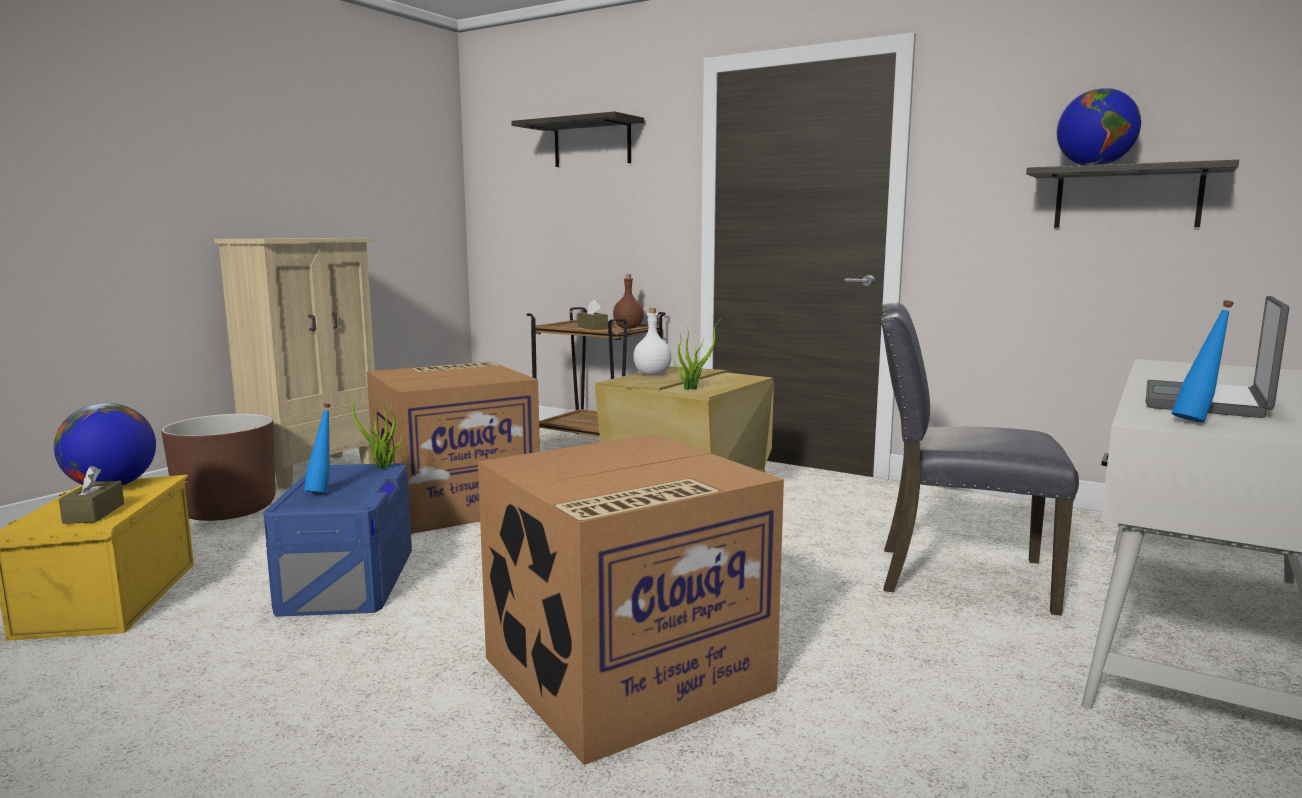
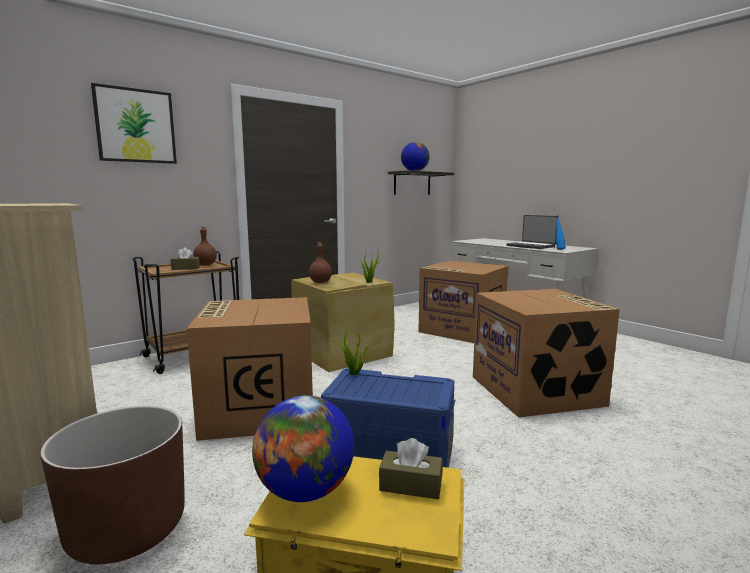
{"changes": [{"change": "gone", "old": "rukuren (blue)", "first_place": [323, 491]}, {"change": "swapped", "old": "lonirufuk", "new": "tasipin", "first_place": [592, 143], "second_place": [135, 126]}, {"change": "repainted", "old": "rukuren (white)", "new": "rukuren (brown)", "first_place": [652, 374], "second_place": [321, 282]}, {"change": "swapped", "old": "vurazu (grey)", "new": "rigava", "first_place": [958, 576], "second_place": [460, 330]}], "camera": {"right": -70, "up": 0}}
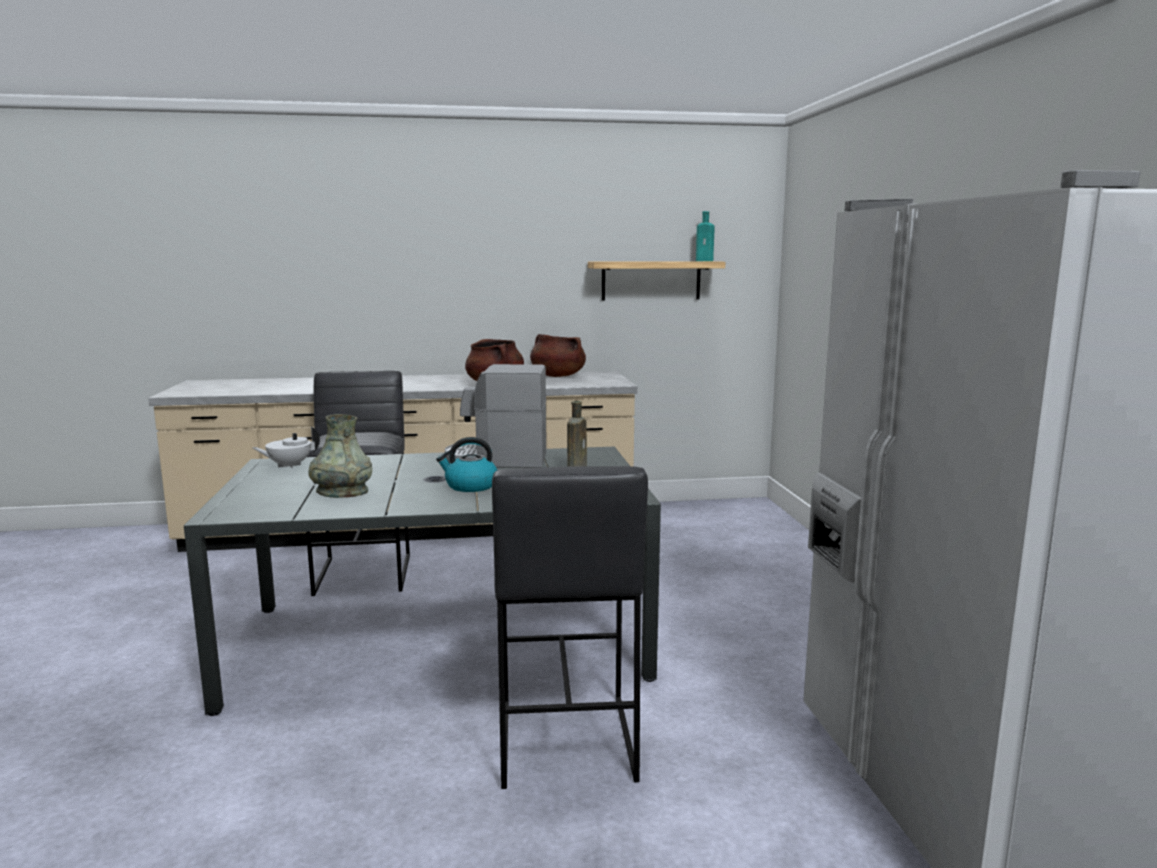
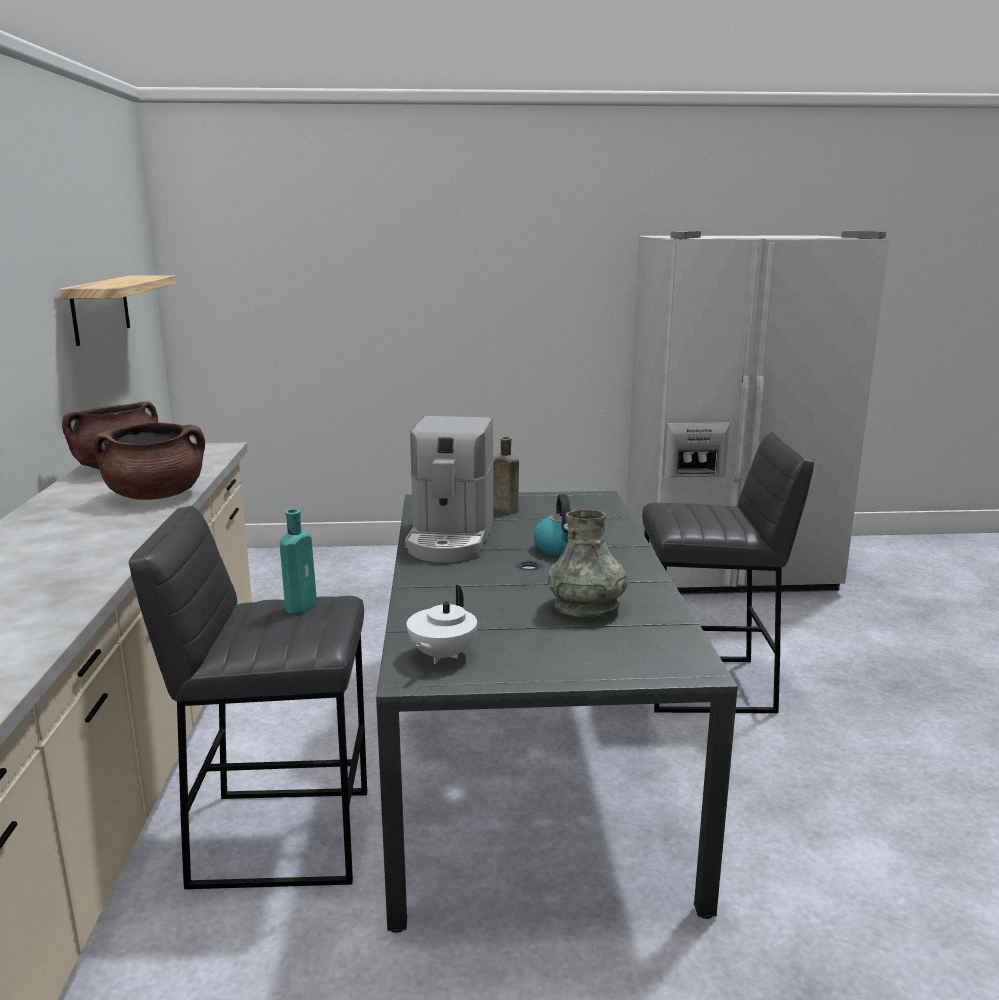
{"changes": [{"change": "rotated", "old": "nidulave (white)", "first_place": [289, 466], "second_place": [441, 655], "degrees": 45}, {"change": "shifted", "old": "rukuren (turquoise)", "first_place": [705, 261], "second_place": [302, 605]}], "camera": {"right": -85, "up": 5}}
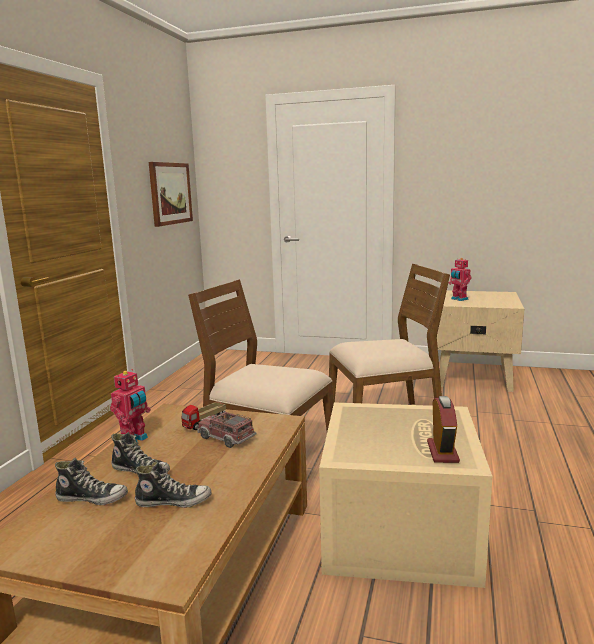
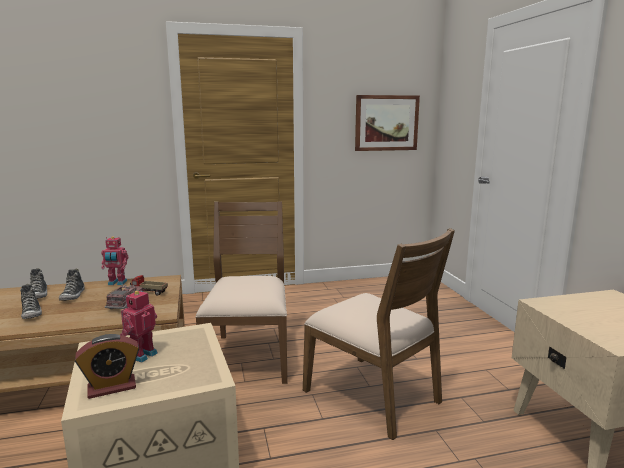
{"changes": [{"change": "shifted", "old": "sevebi", "first_place": [458, 299], "second_place": [141, 355]}], "camera": {"right": 60, "up": 0}}
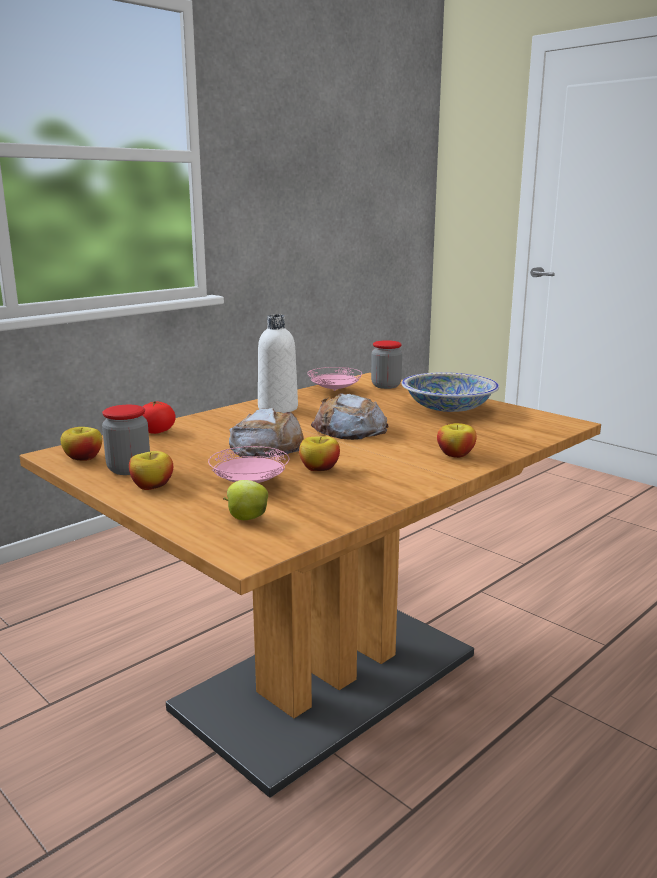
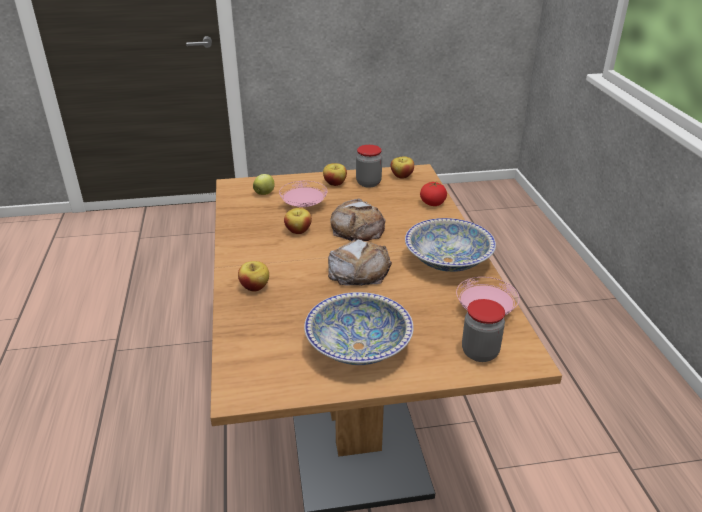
{"changes": [{"change": "swapped", "old": "rukuren (white)", "new": "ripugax", "first_place": [278, 408], "second_place": [448, 261]}], "camera": {"right": 125, "up": 15}}
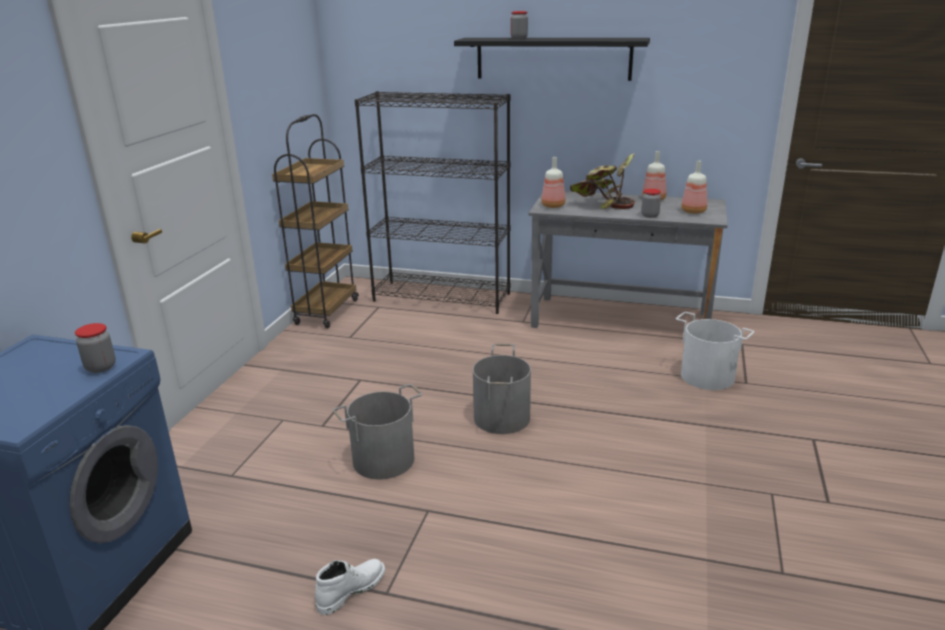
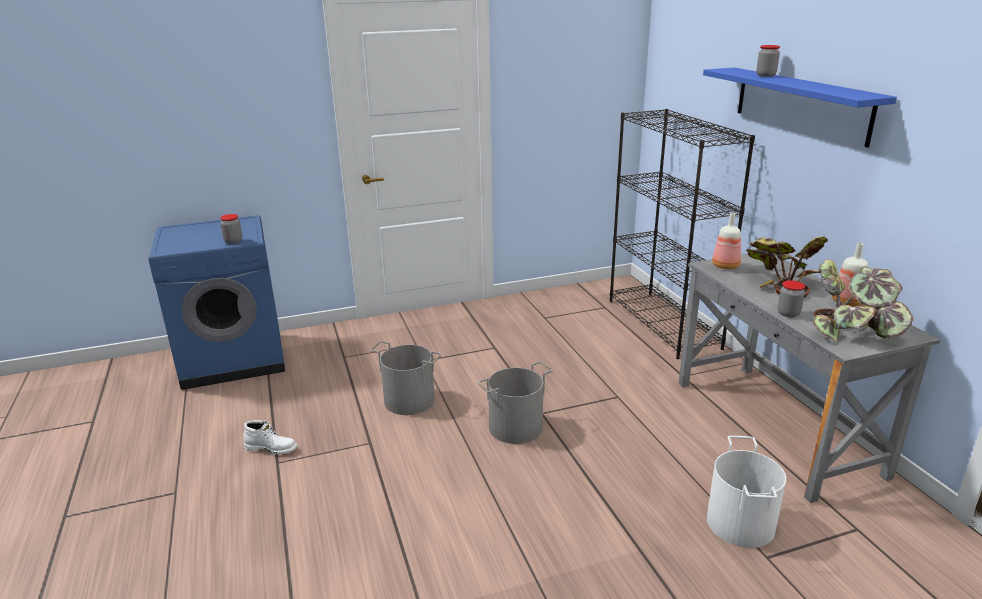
{"changes": [{"change": "gone", "old": "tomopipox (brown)", "first_place": [326, 313]}, {"change": "repainted", "old": "lonirufuk (black)", "new": "lonirufuk (blue)", "first_place": [553, 58], "second_place": [800, 104]}, {"change": "swapped", "old": "rukuren", "new": "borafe", "first_place": [693, 211], "second_place": [852, 331]}], "camera": {"right": 55, "up": 0}}
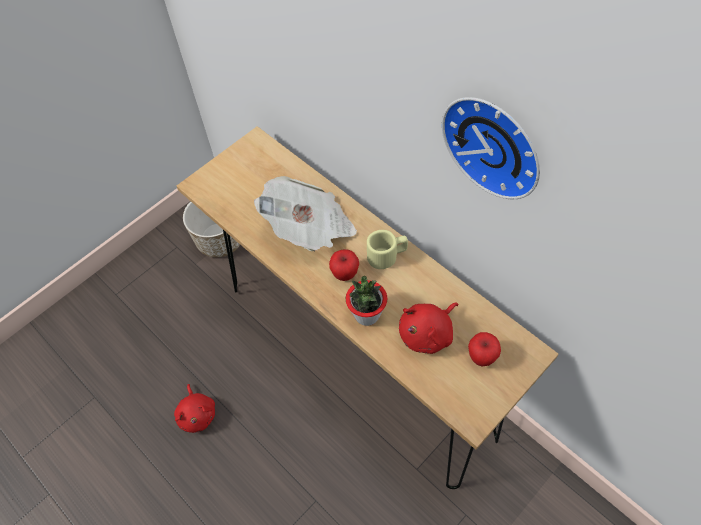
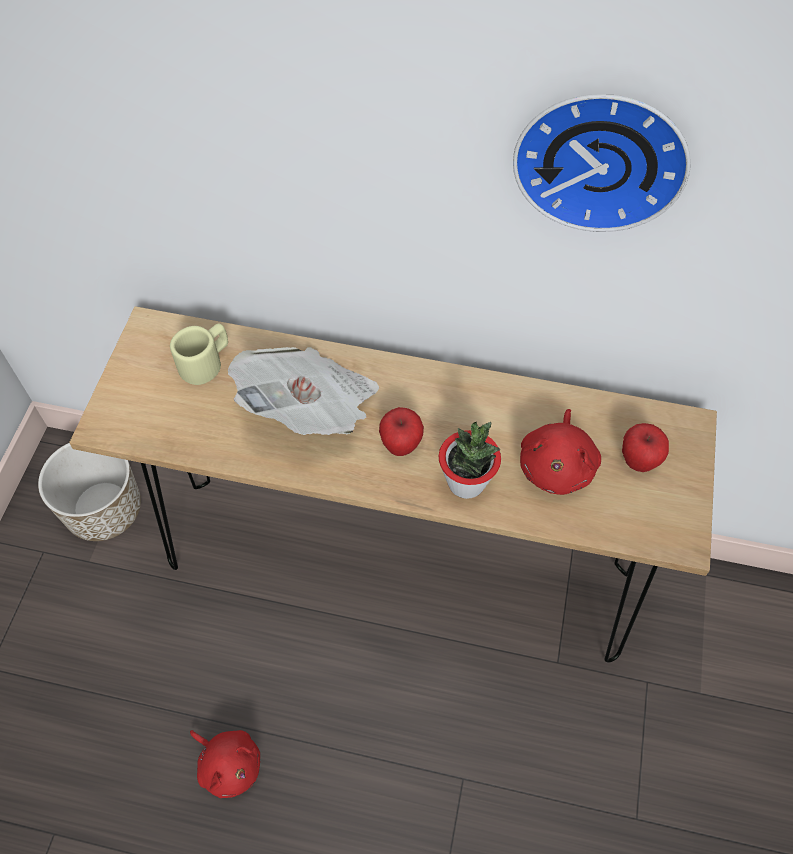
{"changes": [{"change": "shifted", "old": "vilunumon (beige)", "first_place": [387, 255], "second_place": [206, 362]}], "camera": {"right": -35, "up": 0}}
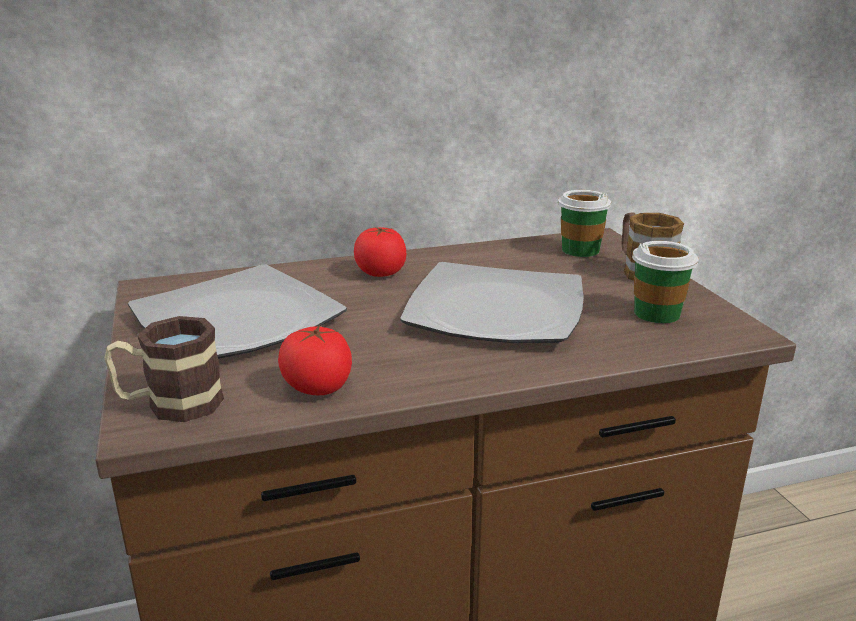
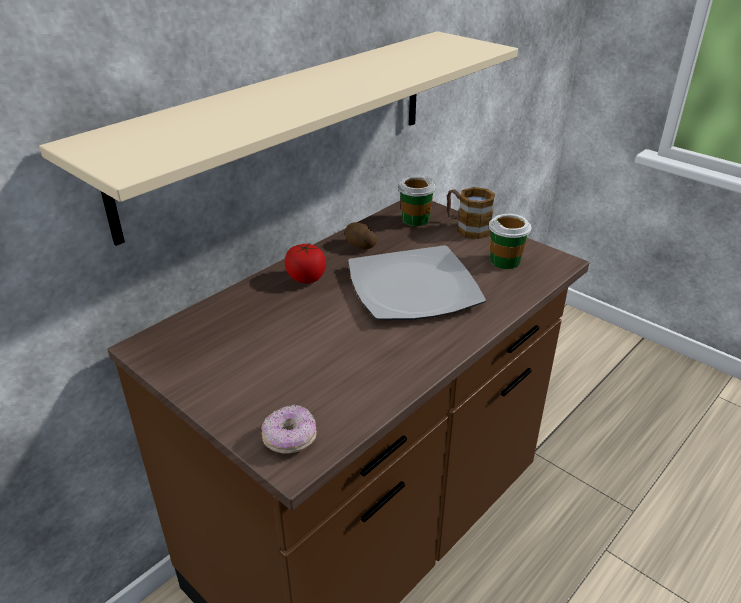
{"changes": [{"change": "swapped", "old": "vilunumon", "new": "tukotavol", "first_place": [170, 404], "second_place": [290, 439]}, {"change": "gone", "old": "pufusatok", "first_place": [237, 320]}, {"change": "gone", "old": "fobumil", "first_place": [317, 387]}, {"change": "new", "new": "lonirufuk (beige)", "second_place": [285, 126]}, {"change": "new", "new": "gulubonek", "second_place": [359, 245]}], "camera": {"right": -30, "up": 10}}
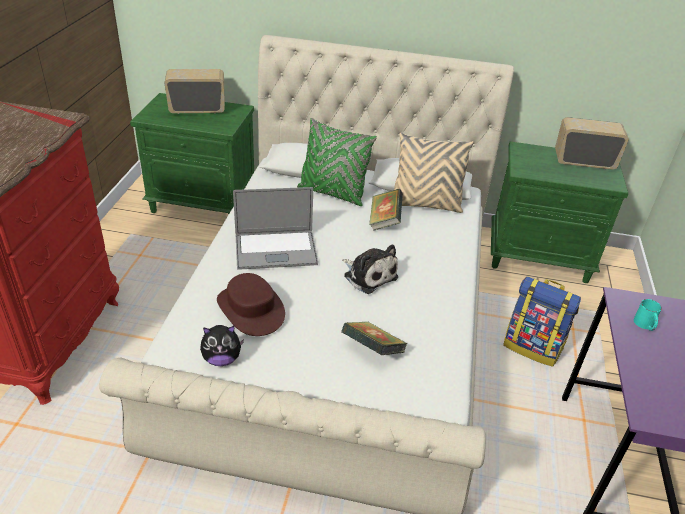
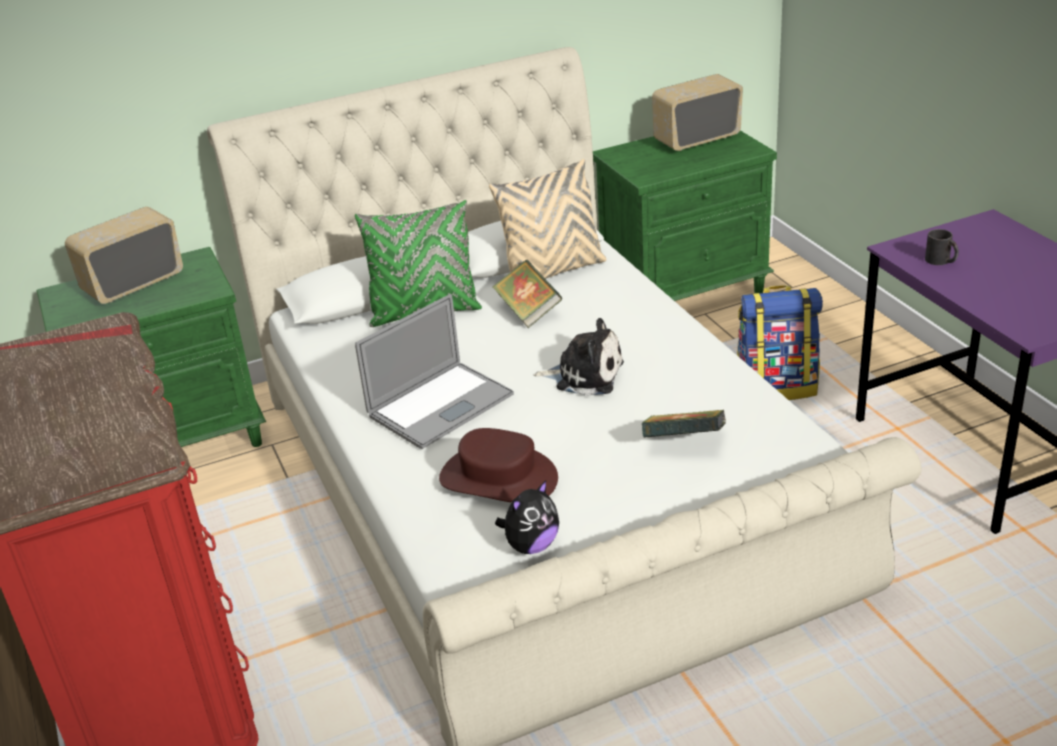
{"changes": [{"change": "repainted", "old": "vilunumon (turquoise)", "new": "vilunumon (black)", "first_place": [645, 325], "second_place": [941, 261]}], "camera": {"right": -30, "up": -5}}
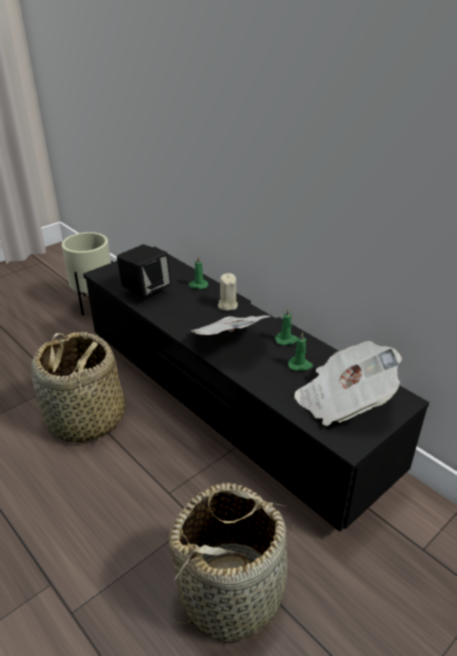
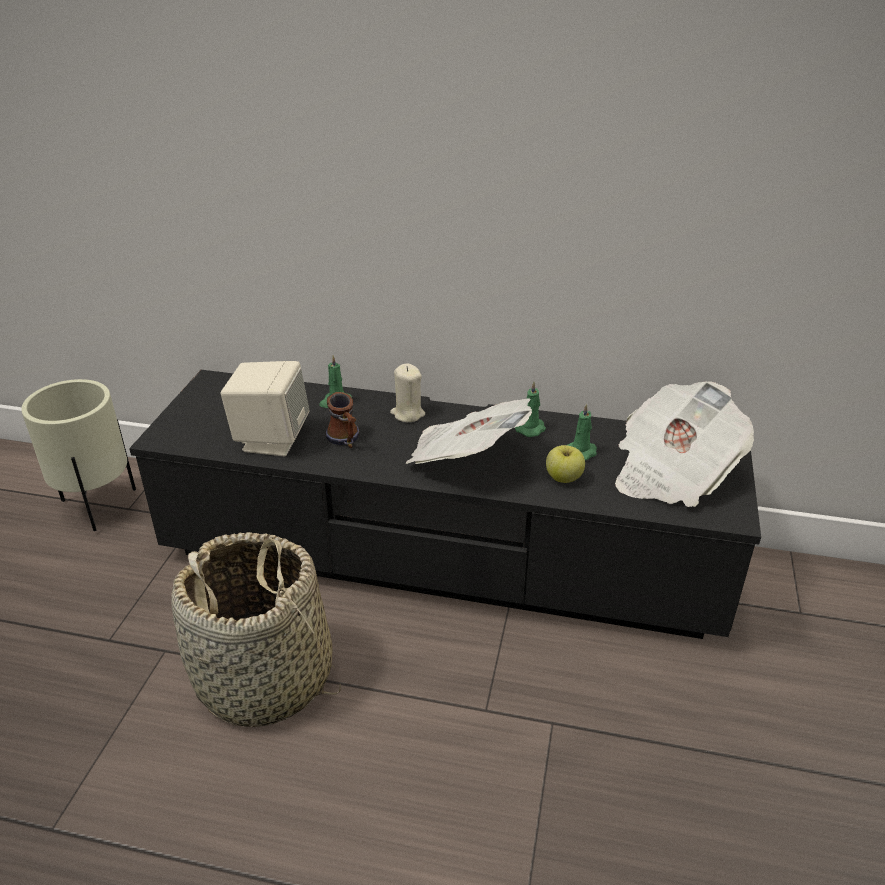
{"changes": [{"change": "repainted", "old": "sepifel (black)", "new": "sepifel (beige)", "first_place": [146, 292], "second_place": [271, 439]}, {"change": "gone", "old": "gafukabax", "first_place": [232, 591]}, {"change": "new", "new": "vilunumon", "second_place": [346, 441]}, {"change": "new", "new": "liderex", "second_place": [564, 478]}], "camera": {"right": -35, "up": 0}}
